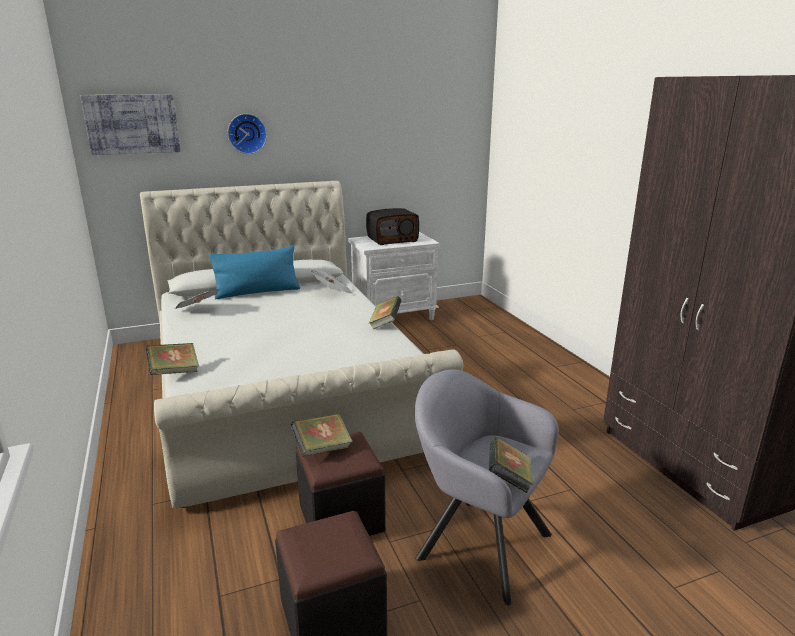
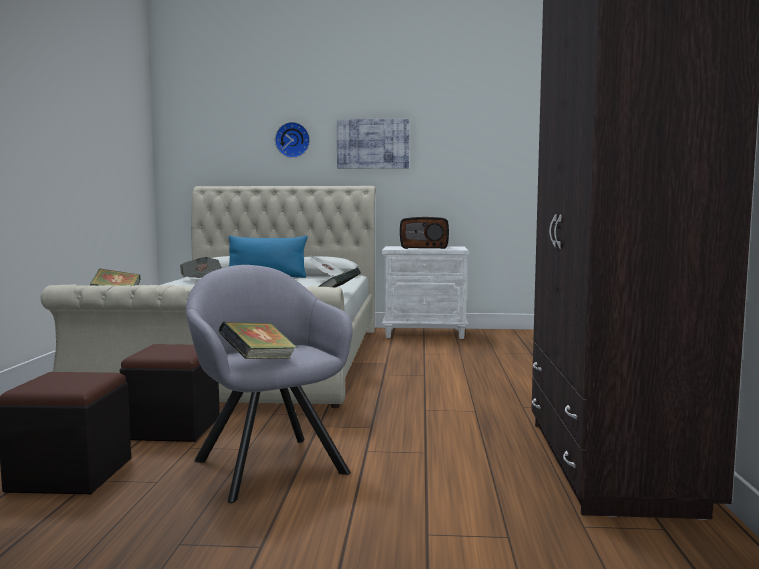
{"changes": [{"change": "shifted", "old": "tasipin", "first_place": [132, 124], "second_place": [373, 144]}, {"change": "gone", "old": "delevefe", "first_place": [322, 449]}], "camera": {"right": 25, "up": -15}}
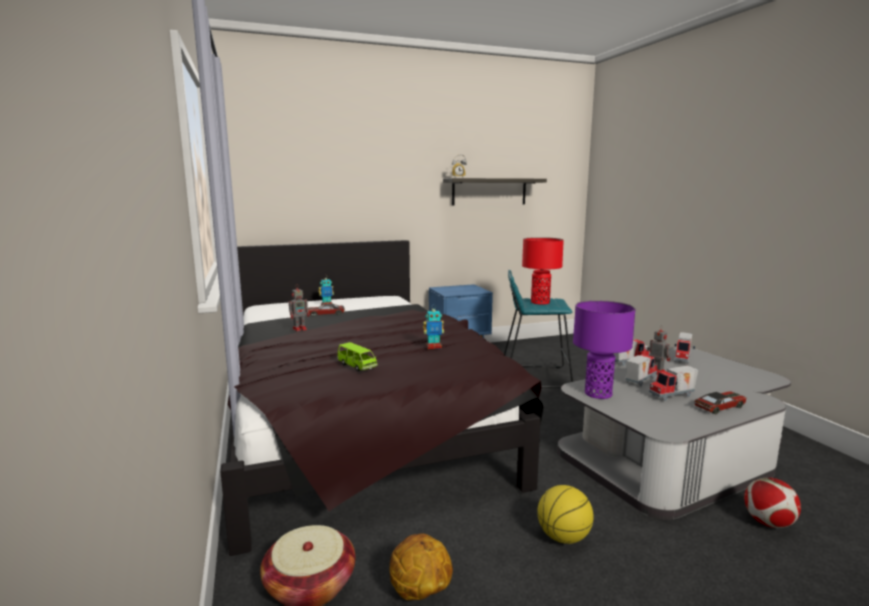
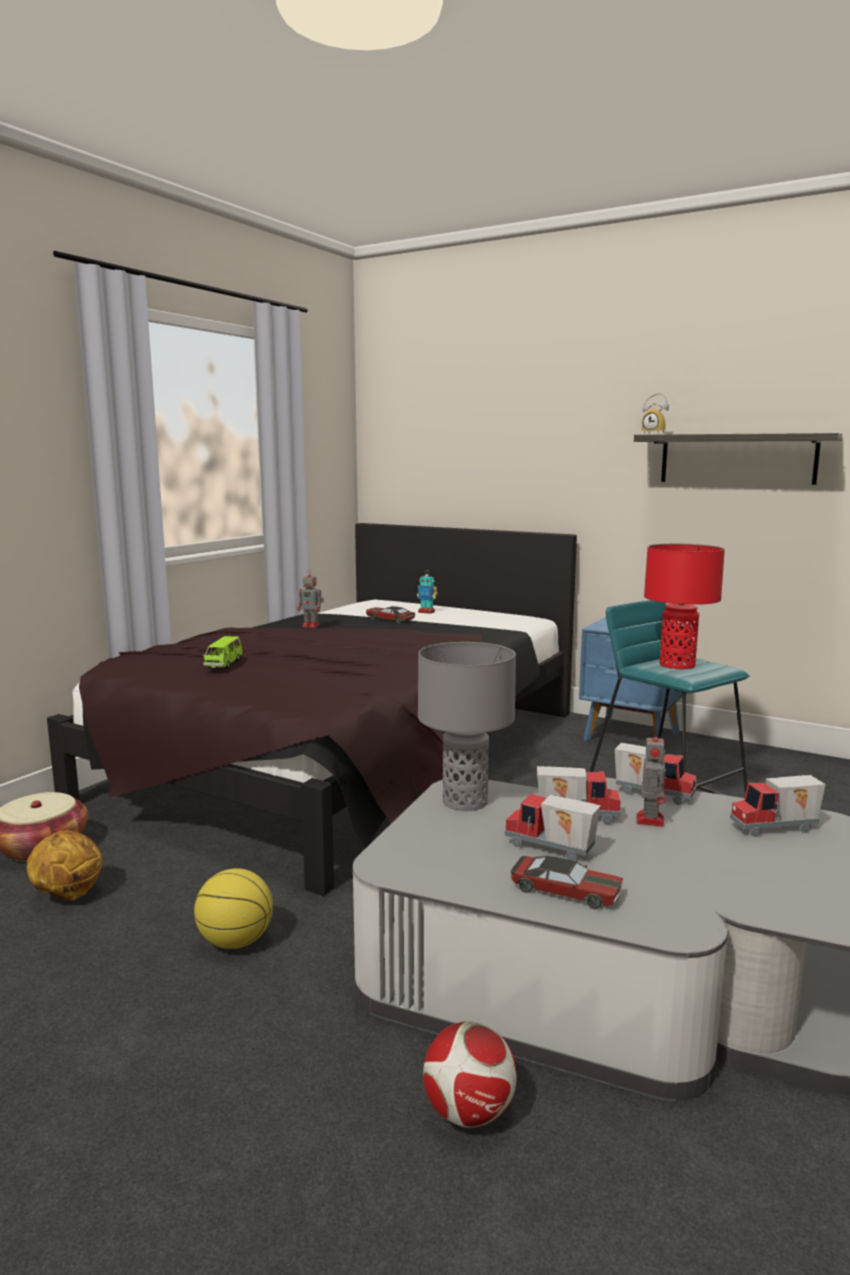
{"changes": [{"change": "gone", "old": "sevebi", "first_place": [433, 347]}, {"change": "repainted", "old": "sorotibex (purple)", "new": "sorotibex (grey)", "first_place": [598, 393], "second_place": [466, 801]}], "camera": {"right": 50, "up": 0}}
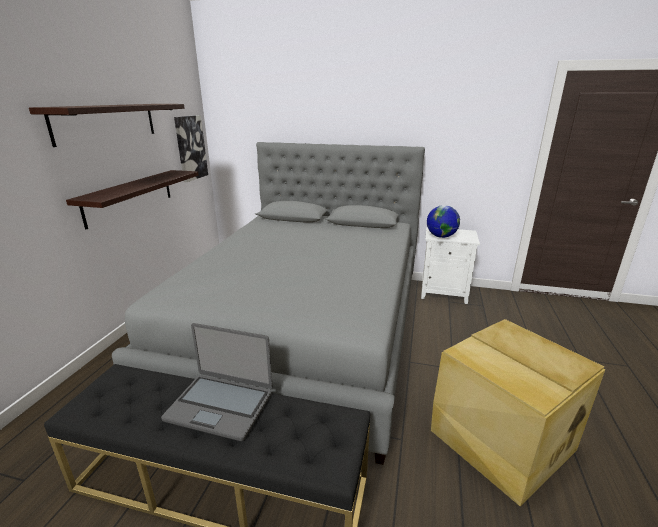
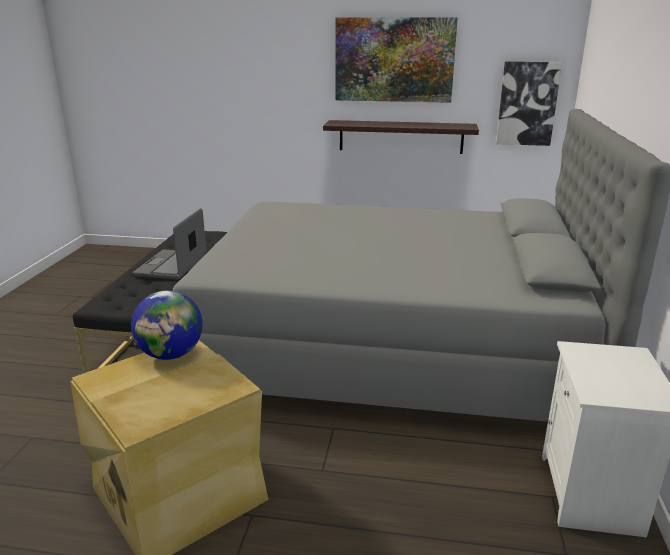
{"changes": [{"change": "swapped", "old": "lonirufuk", "new": "tasipin", "first_place": [107, 122], "second_place": [394, 60]}, {"change": "shifted", "old": "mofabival", "first_place": [441, 236], "second_place": [171, 354]}], "camera": {"right": 85, "up": 0}}
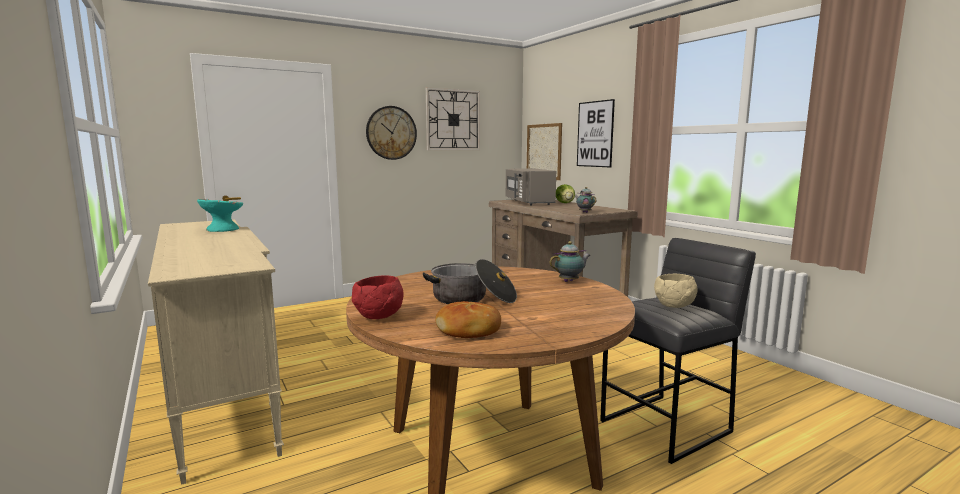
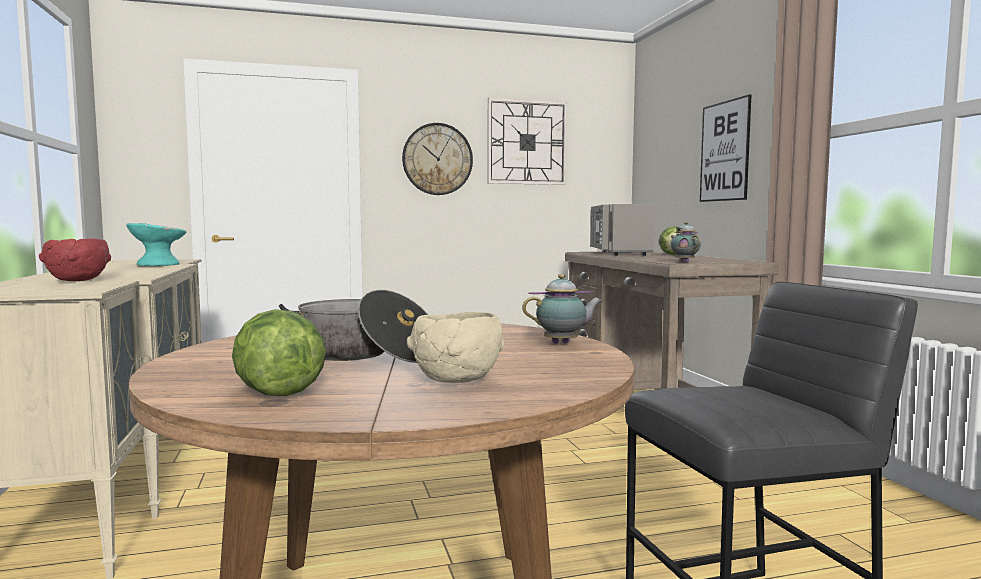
{"changes": [{"change": "shifted", "old": "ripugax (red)", "first_place": [379, 316], "second_place": [79, 280]}, {"change": "swapped", "old": "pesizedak", "new": "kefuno", "first_place": [469, 330], "second_place": [278, 392]}, {"change": "gone", "old": "tasipin", "first_place": [544, 151]}, {"change": "shifted", "old": "ripugax (beige)", "first_place": [674, 306], "second_place": [458, 380]}], "camera": {"right": 15, "up": -5}}
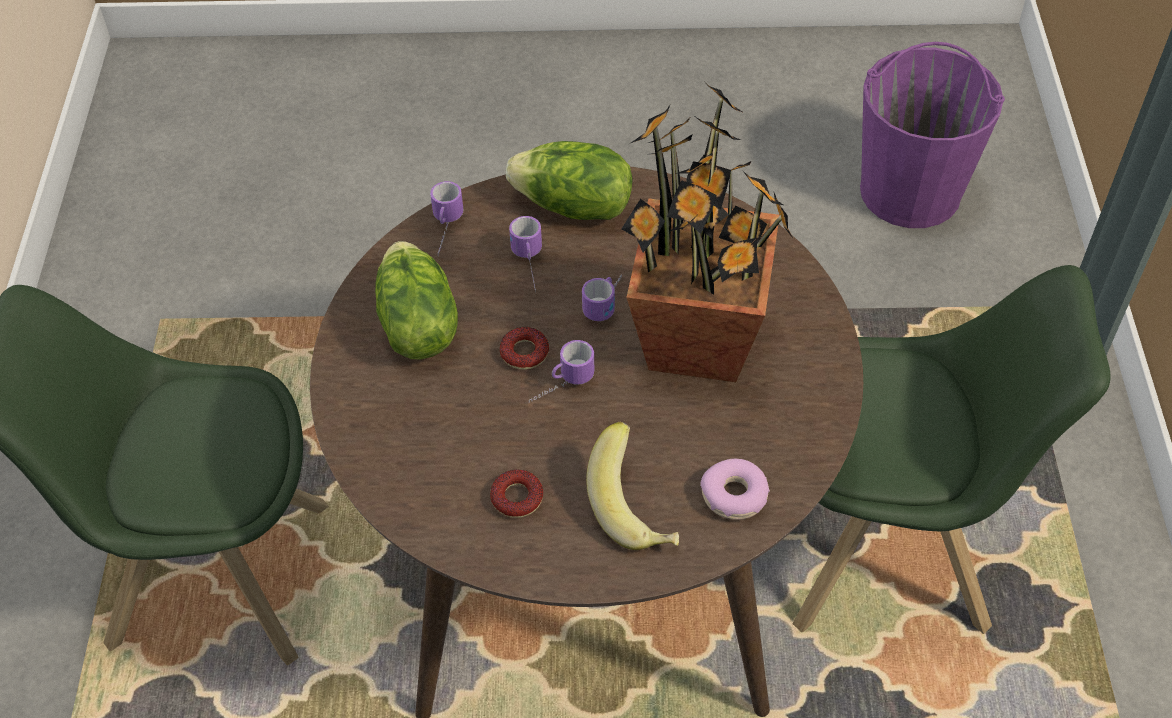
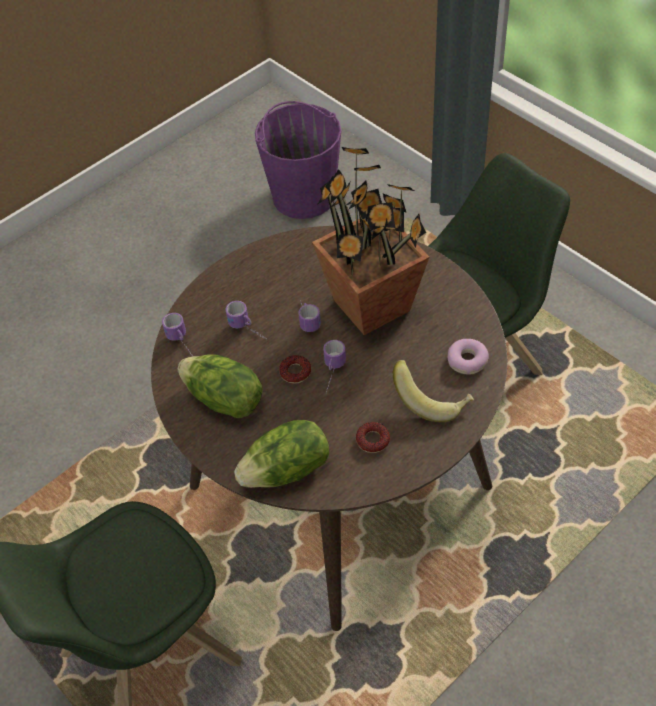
{"changes": [{"change": "shifted", "old": "kefuno", "first_place": [573, 207], "second_place": [287, 471]}], "camera": {"right": -40, "up": 0}}
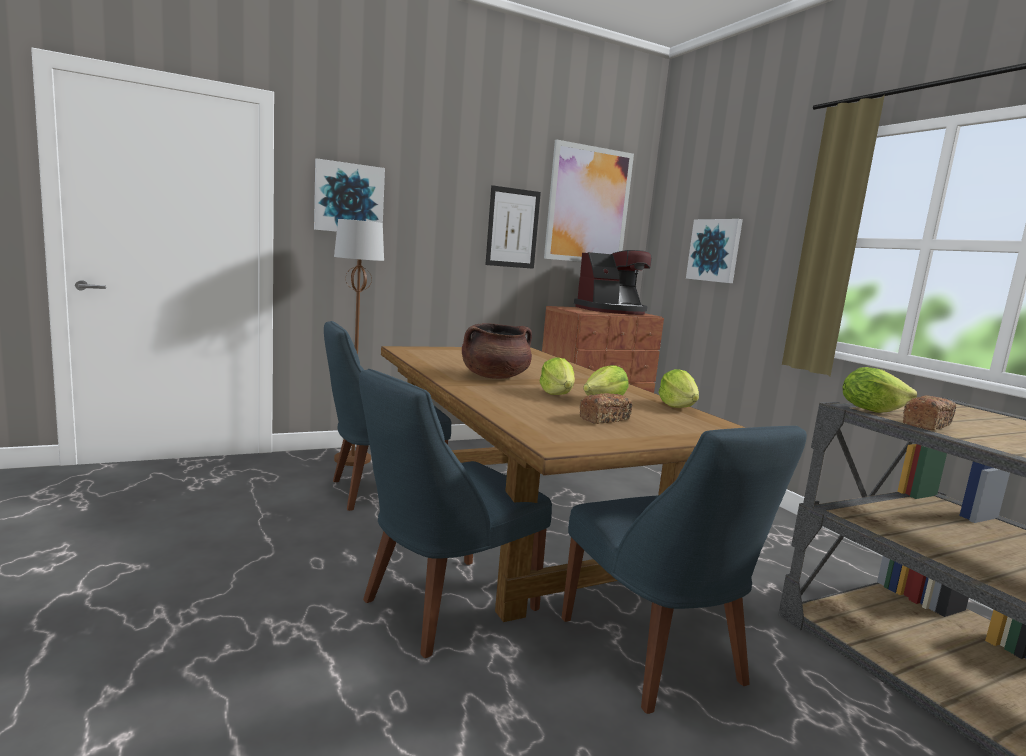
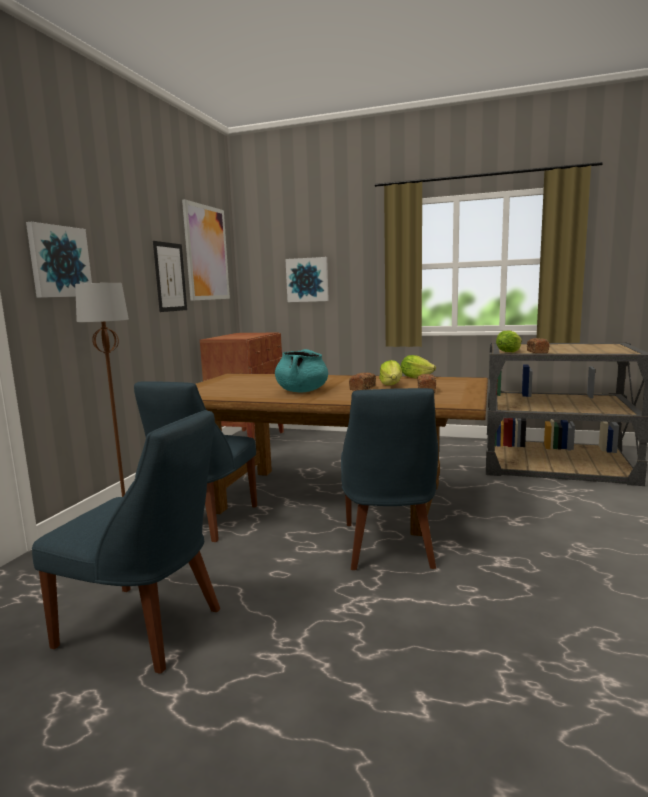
{"changes": [{"change": "repainted", "old": "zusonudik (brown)", "new": "zusonudik (turquoise)", "first_place": [495, 377], "second_place": [302, 391]}, {"change": "swapped", "old": "kefuno", "new": "pesizedak", "first_place": [557, 394], "second_place": [362, 388]}, {"change": "shifted", "old": "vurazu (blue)", "first_place": [656, 655], "second_place": [146, 628]}, {"change": "gone", "old": "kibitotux", "first_place": [611, 311]}], "camera": {"right": -45, "up": 0}}
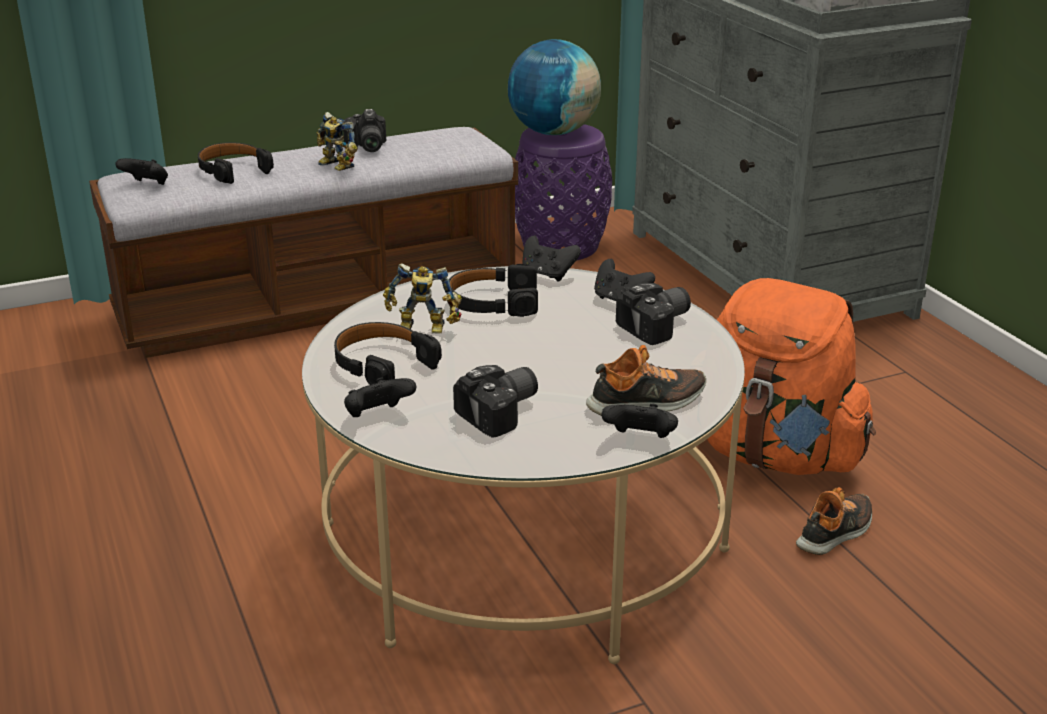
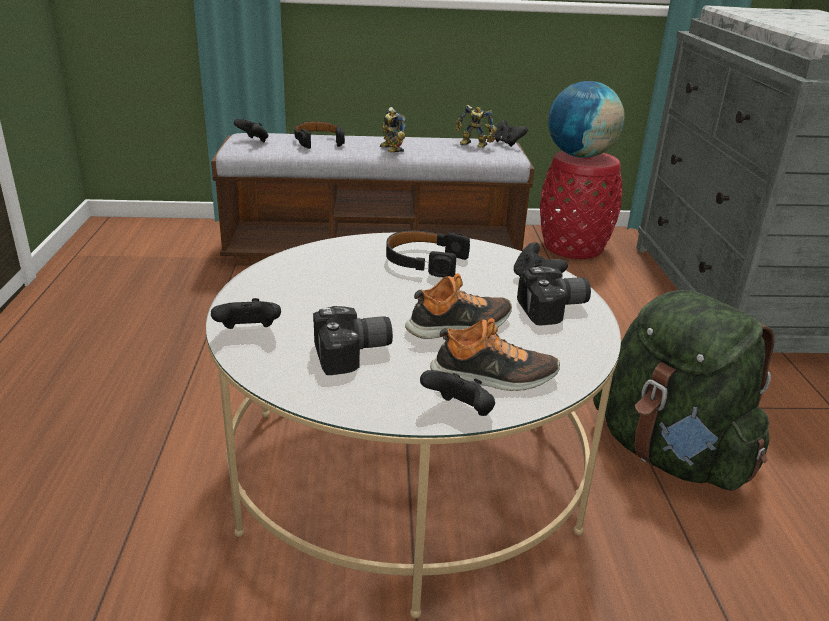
{"changes": [{"change": "gone", "old": "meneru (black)", "first_place": [382, 364]}, {"change": "gone", "old": "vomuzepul", "first_place": [365, 147]}, {"change": "shifted", "old": "sevebi", "first_place": [423, 330], "second_place": [473, 145]}, {"change": "repainted", "old": "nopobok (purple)", "new": "nopobok (red)", "first_place": [561, 247], "second_place": [573, 247]}, {"change": "shifted", "old": "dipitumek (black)", "first_place": [548, 275], "second_place": [507, 143]}, {"change": "repainted", "old": "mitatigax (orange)", "new": "mitatigax (green)", "first_place": [773, 454], "second_place": [669, 453]}, {"change": "shifted", "old": "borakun", "first_place": [836, 532], "second_place": [460, 326]}], "camera": {"right": 20, "up": 0}}
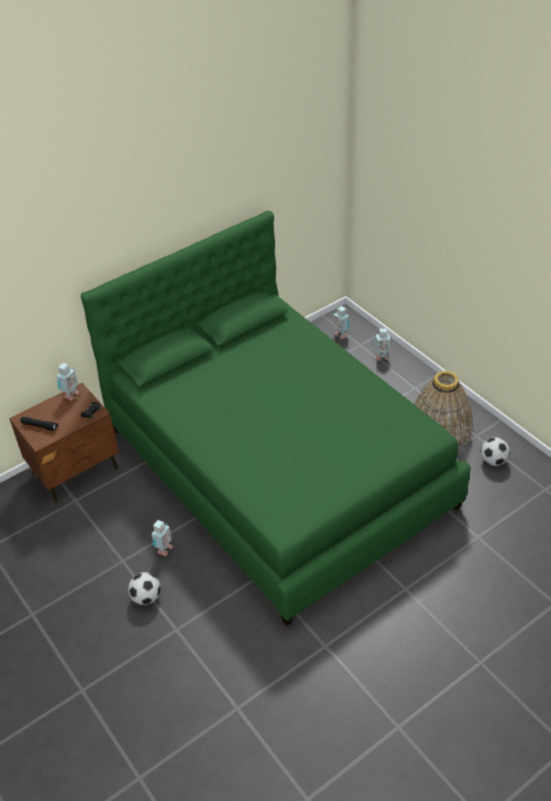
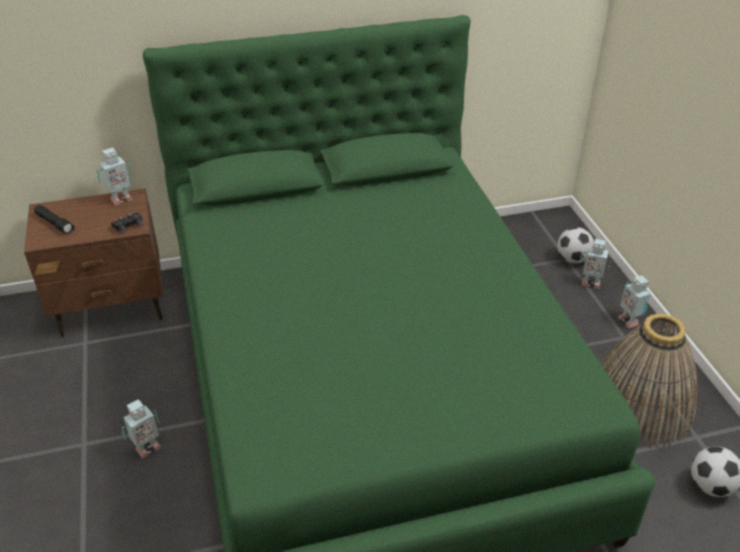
{"changes": [{"change": "shifted", "old": "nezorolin", "first_place": [146, 597], "second_place": [572, 259]}, {"change": "shifted", "old": "sevebi", "first_place": [340, 334], "second_place": [628, 320]}], "camera": {"right": 20, "up": -5}}
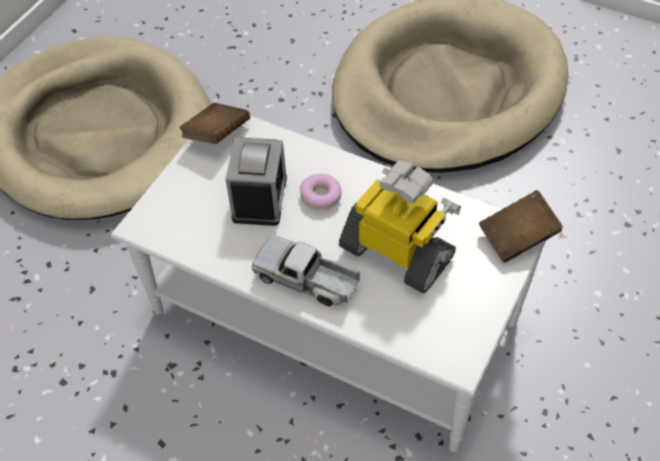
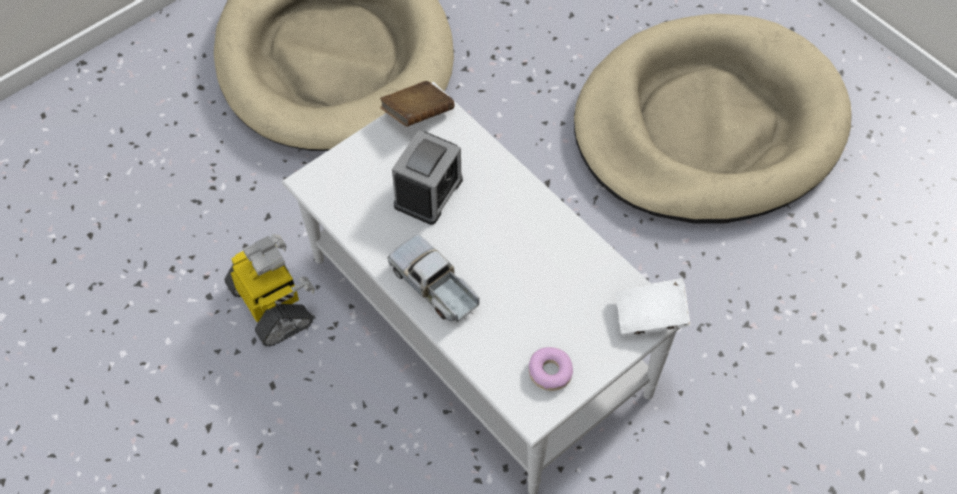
{"changes": [{"change": "shifted", "old": "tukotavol", "first_place": [320, 196], "second_place": [550, 372]}, {"change": "shifted", "old": "sevebi", "first_place": [398, 252], "second_place": [272, 305]}, {"change": "repainted", "old": "delevefe (brown)", "new": "delevefe (white)", "first_place": [517, 237], "second_place": [650, 317]}], "camera": {"right": 20, "up": 5}}
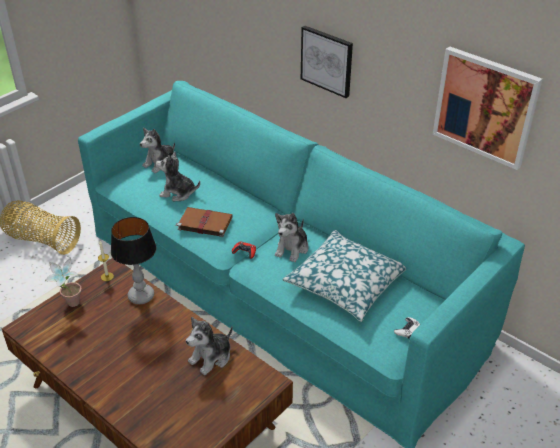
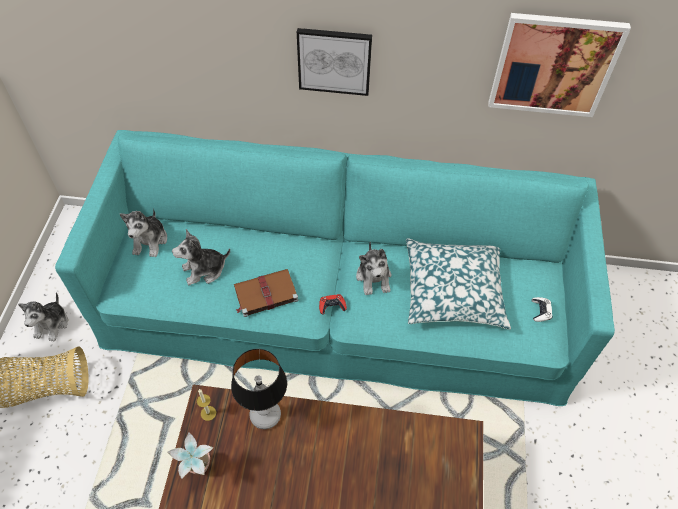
{"changes": [{"change": "shifted", "old": "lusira", "first_place": [211, 357], "second_place": [52, 324]}], "camera": {"right": -35, "up": 15}}
